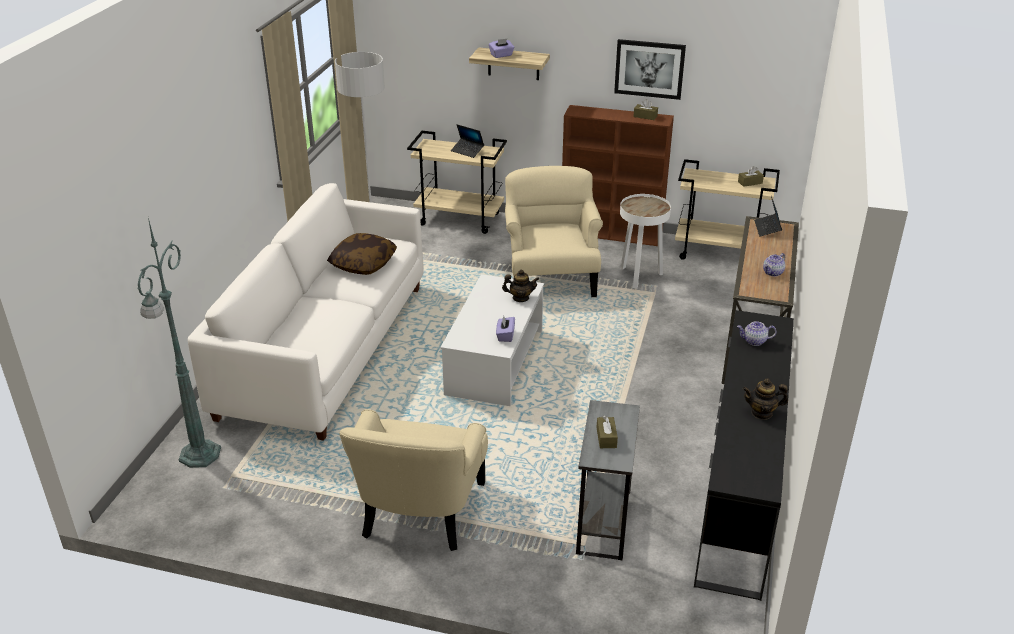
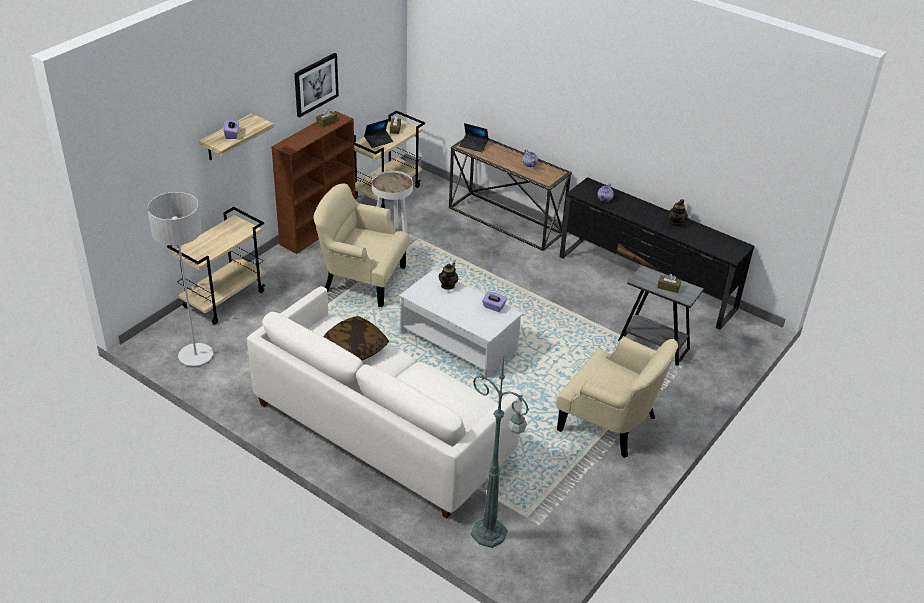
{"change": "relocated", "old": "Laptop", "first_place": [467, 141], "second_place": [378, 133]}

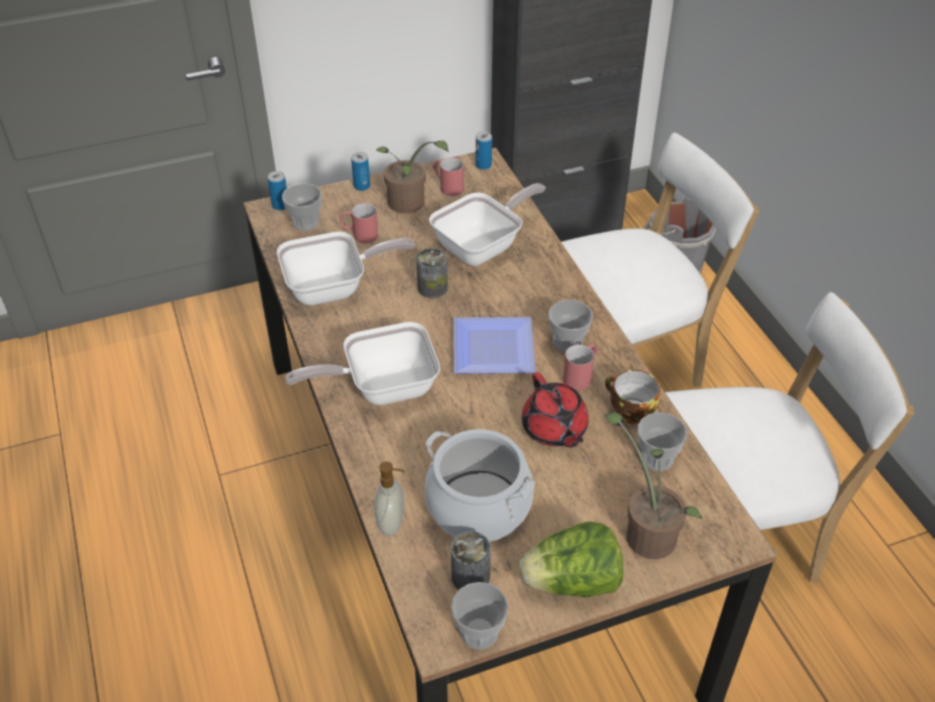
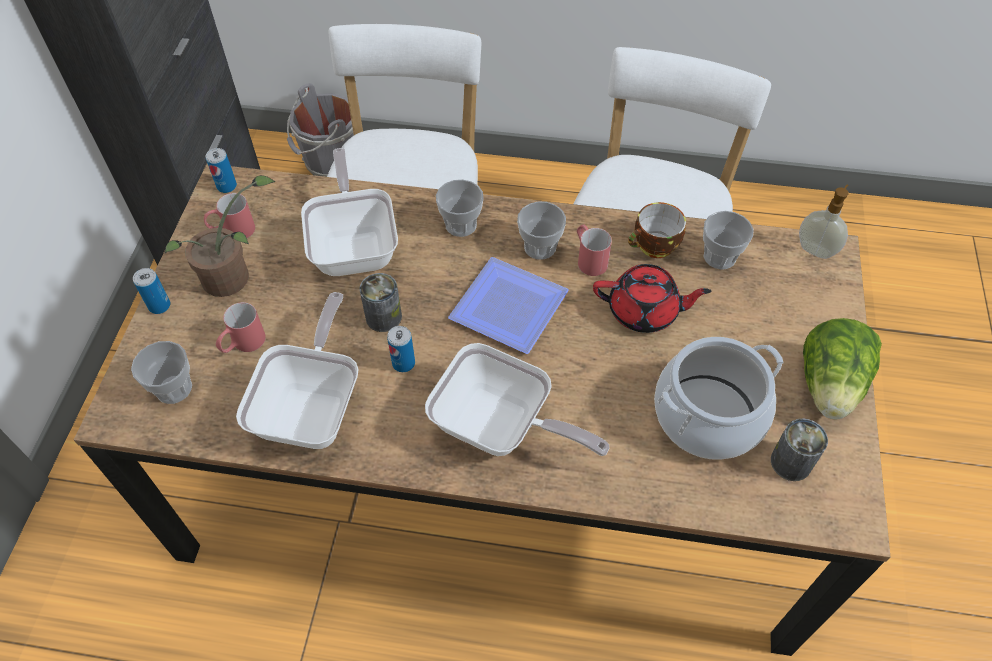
{"change": "relocated", "old": "Can", "first_place": [277, 190], "second_place": [401, 349]}
{"change": "spun", "old": "FryingPan", "first_place": [362, 363], "second_place": [517, 399], "degrees": -75}
{"change": "relocated", "old": "SoapDispenser", "first_place": [389, 499], "second_place": [824, 222]}
{"change": "relocated", "old": "Cup", "first_place": [480, 616], "second_place": [460, 208]}
{"change": "missing", "old": "PottedPlant", "first_place": [653, 486]}

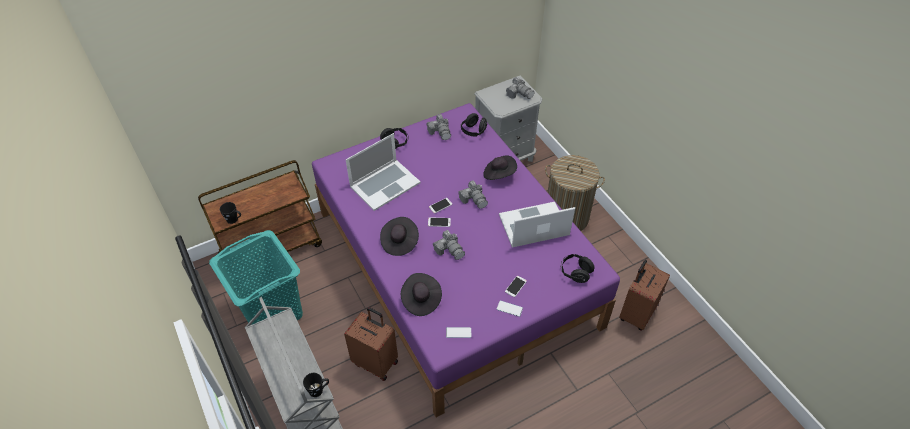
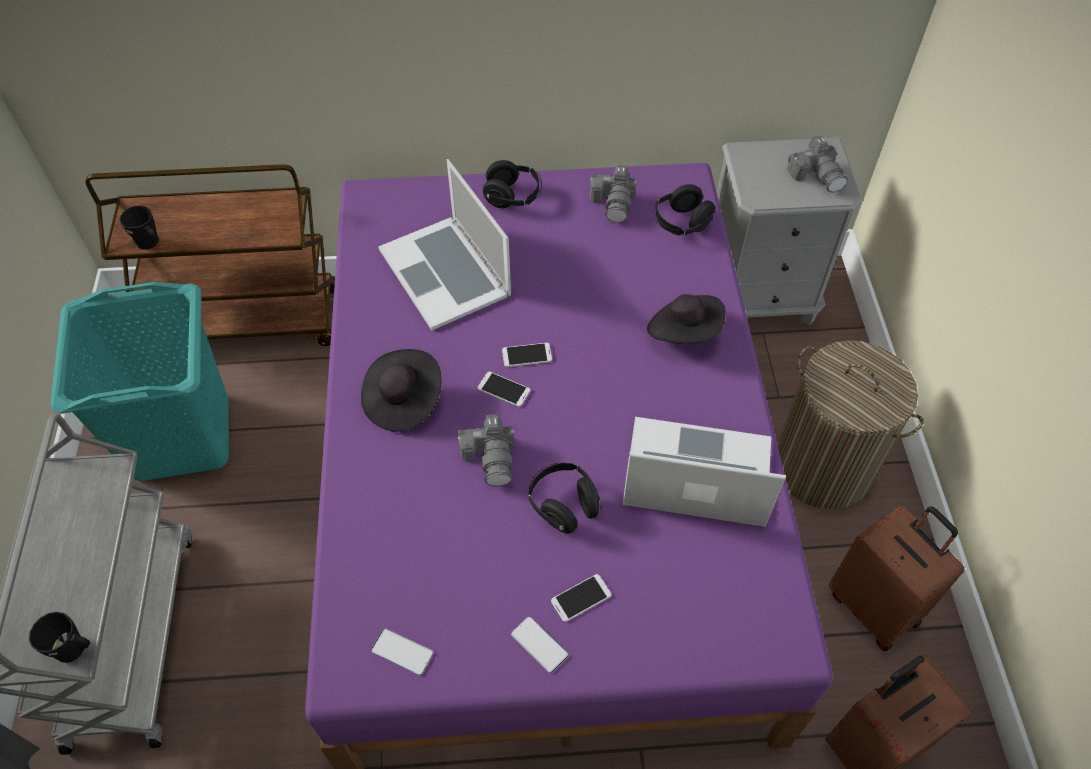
{"change": "relocated", "old": "BrownSuitcase", "first_place": [371, 344], "second_place": [897, 578]}
{"change": "spun", "old": "Laptop", "first_place": [383, 172], "second_place": [444, 245], "degrees": 75}
{"change": "missing", "old": "BlackHat", "first_place": [421, 294]}
{"change": "missing", "old": "PhotoCamera", "first_place": [473, 194]}
{"change": "relocated", "old": "BlackHeadphones", "first_place": [578, 268], "second_place": [565, 498]}

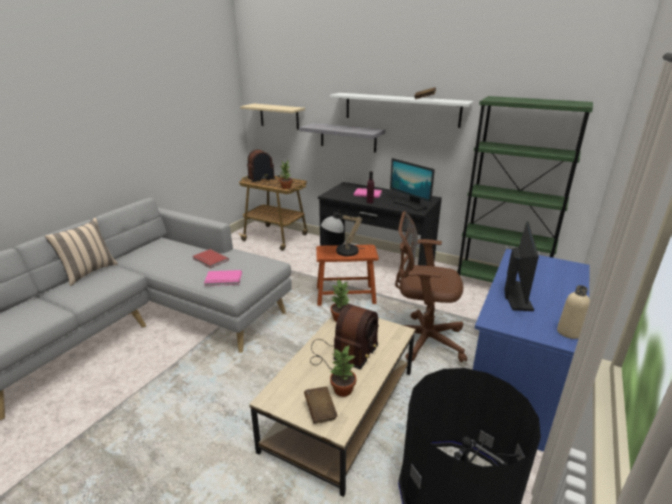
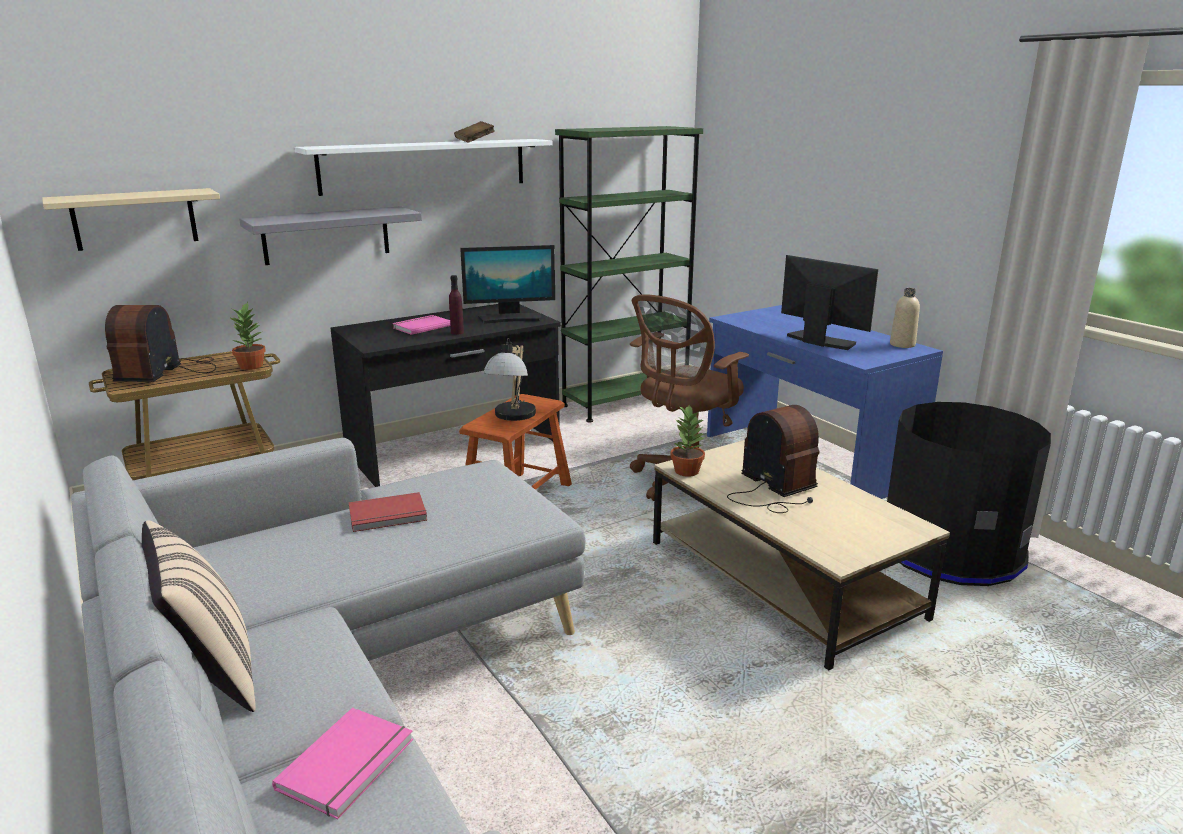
{"change": "relocated", "old": "PinkBook", "first_place": [223, 278], "second_place": [342, 763]}
{"change": "missing", "old": "BrownBook", "first_place": [321, 405]}
{"change": "missing", "old": "PottedPlant", "first_place": [343, 371]}

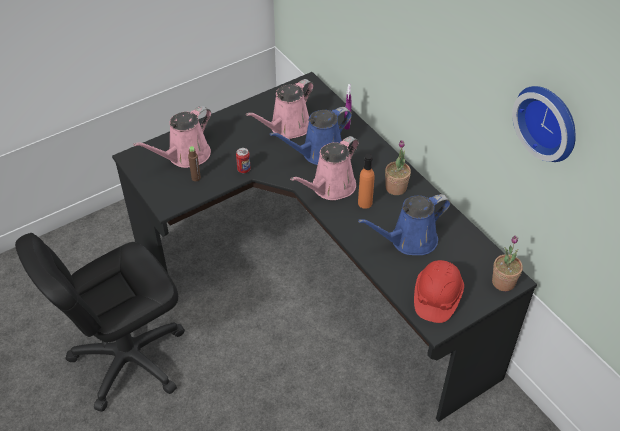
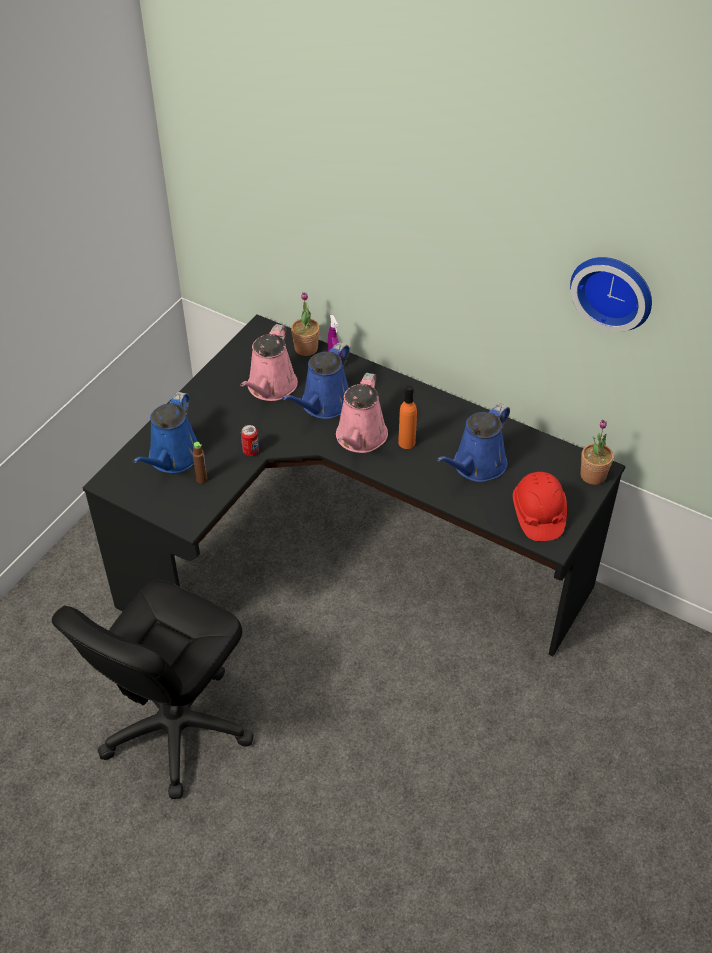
{"change": "colour", "old": "PinkWateringCan", "new": "BlueWateringCan", "first_place": [172, 137], "second_place": [165, 432]}
{"change": "relocated", "old": "PottedPlant", "first_place": [398, 167], "second_place": [305, 324]}

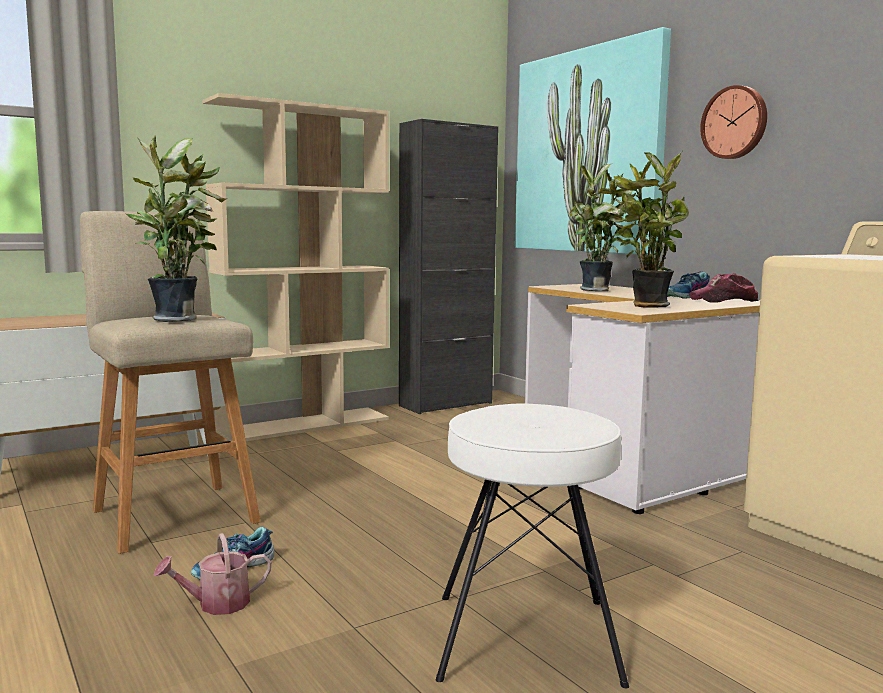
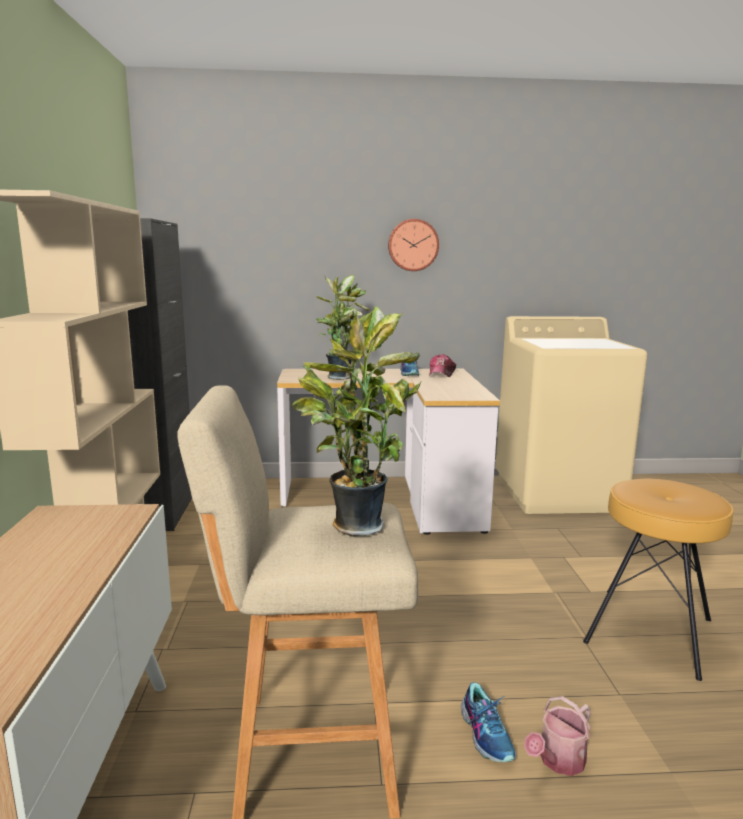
{"change": "spun", "old": "WateringCan", "first_place": [212, 574], "second_place": [557, 736], "degrees": 45}
{"change": "colour", "old": "WhiteStool", "new": "BrownStool", "first_place": [532, 545], "second_place": [658, 580]}
{"change": "missing", "old": "Picture", "first_place": [593, 141]}
{"change": "missing", "old": "PottedPlant", "first_place": [651, 229]}

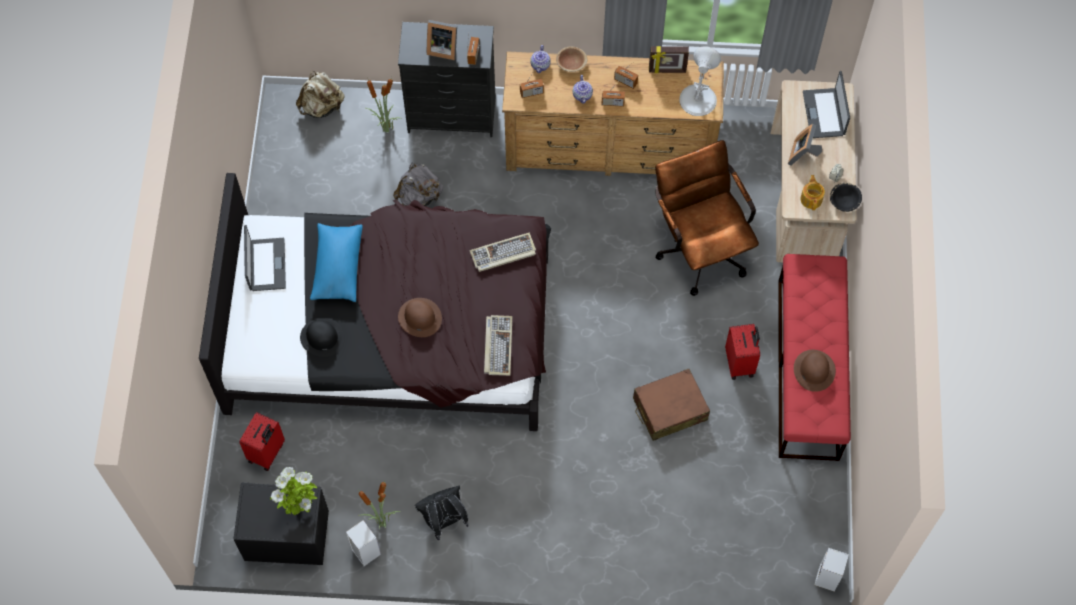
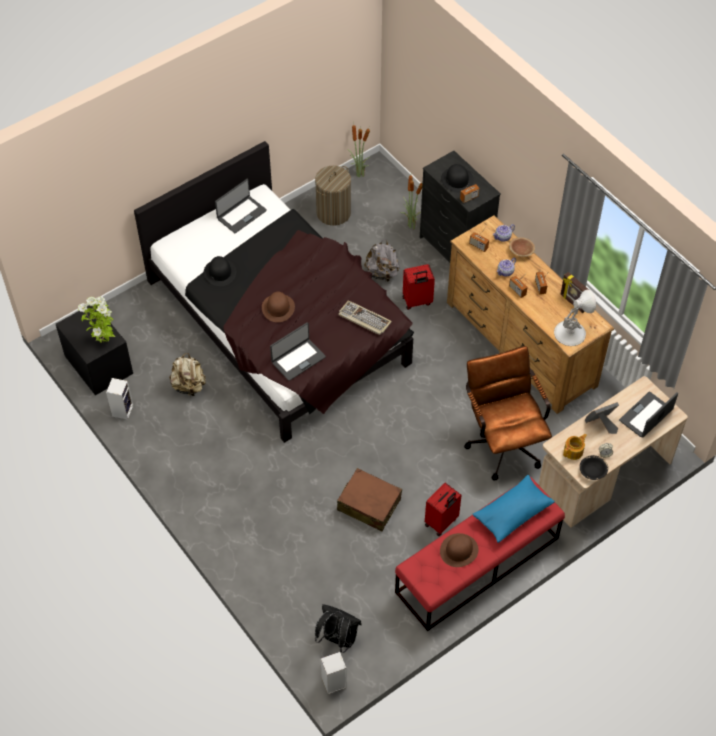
{"change": "relocated", "old": "RedSuitcase", "first_place": [262, 441], "second_place": [419, 287]}
{"change": "relocated", "old": "BeigeBackpack", "first_place": [320, 94], "second_place": [187, 375]}
{"change": "relocated", "old": "BluePillow", "first_place": [336, 262], "second_place": [514, 509]}
{"change": "relocated", "old": "PottedPlant", "first_place": [379, 505], "second_place": [358, 151]}
{"change": "relocated", "old": "BlackBackpack", "first_place": [442, 512], "second_place": [338, 628]}
{"change": "exchanged", "old": "PictureFrame", "new": "BlackHat", "first_place": [442, 40], "second_place": [457, 178]}
{"change": "exchanged", "old": "Keyboard", "new": "Laptop", "first_place": [498, 345], "second_place": [298, 351]}
{"change": "spun", "old": "BrownOfficeChair", "first_place": [707, 218], "second_place": [508, 413], "degrees": -45}
{"change": "appeared", "new": "LaundryBasket", "second_place": [333, 196]}

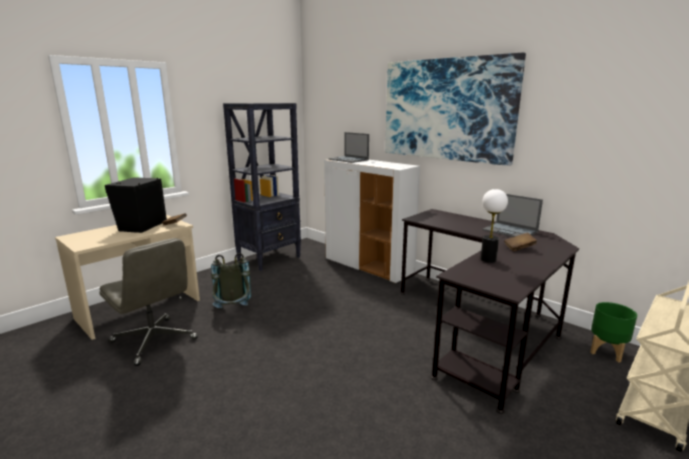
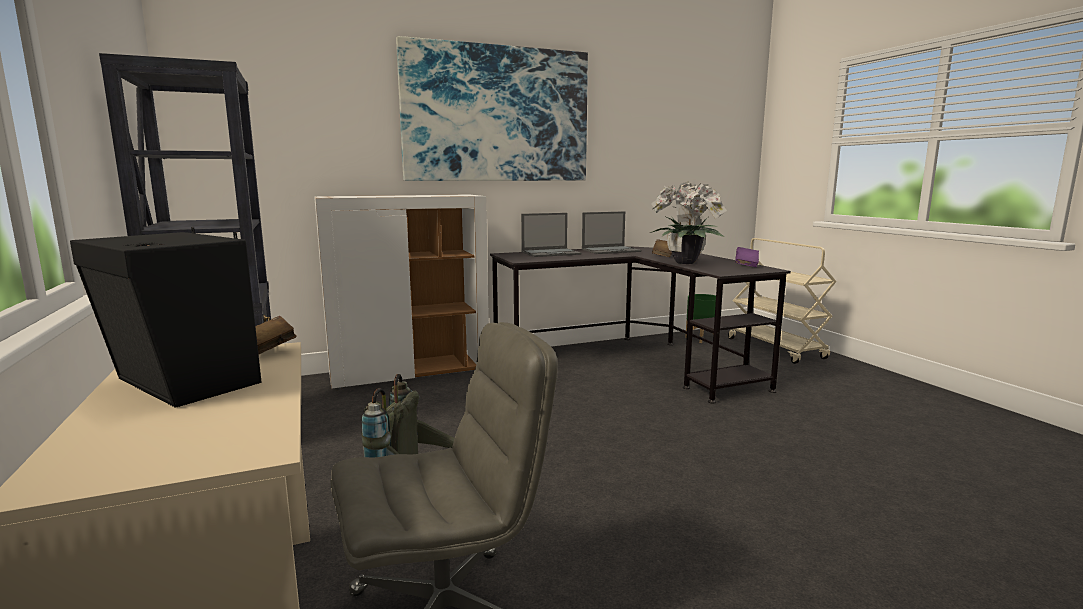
{"change": "relocated", "old": "Laptop", "first_place": [348, 147], "second_place": [551, 235]}
{"change": "exchanged", "old": "TableLamp", "new": "PottedPlant", "first_place": [494, 226], "second_place": [688, 222]}
{"change": "appeared", "new": "PurpleBook", "second_place": [747, 257]}

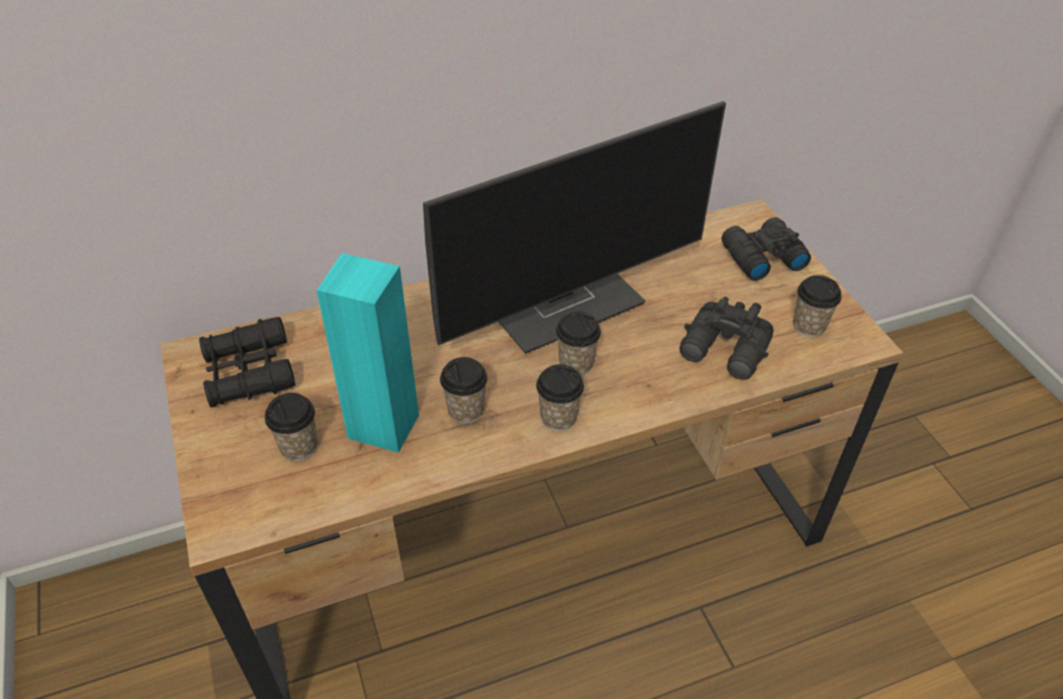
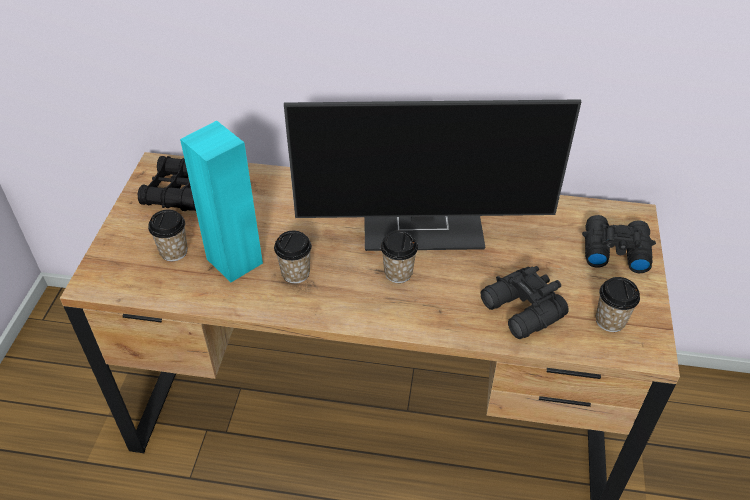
{"change": "missing", "old": "Cup", "first_place": [560, 397]}

